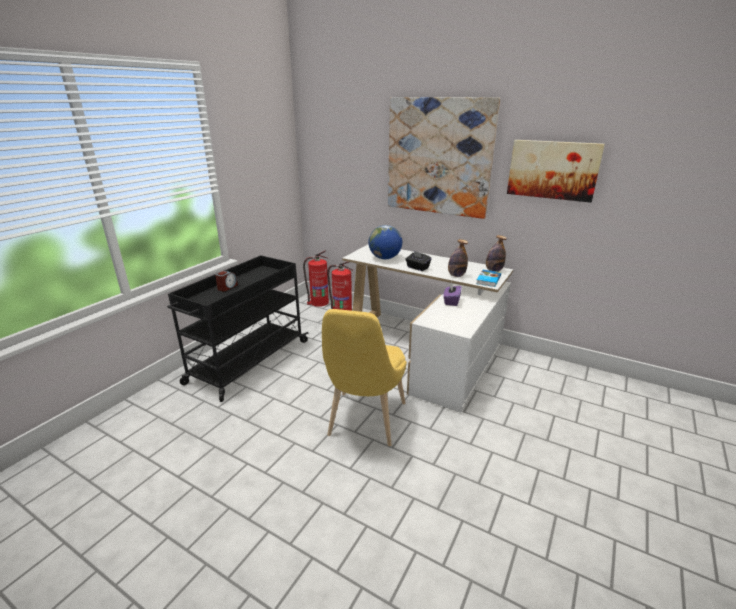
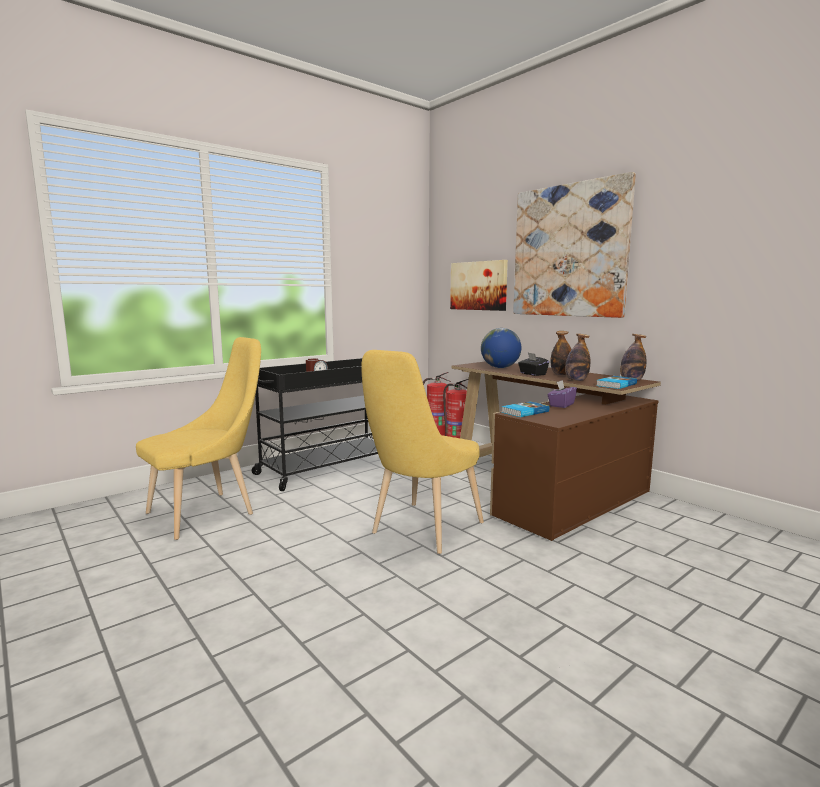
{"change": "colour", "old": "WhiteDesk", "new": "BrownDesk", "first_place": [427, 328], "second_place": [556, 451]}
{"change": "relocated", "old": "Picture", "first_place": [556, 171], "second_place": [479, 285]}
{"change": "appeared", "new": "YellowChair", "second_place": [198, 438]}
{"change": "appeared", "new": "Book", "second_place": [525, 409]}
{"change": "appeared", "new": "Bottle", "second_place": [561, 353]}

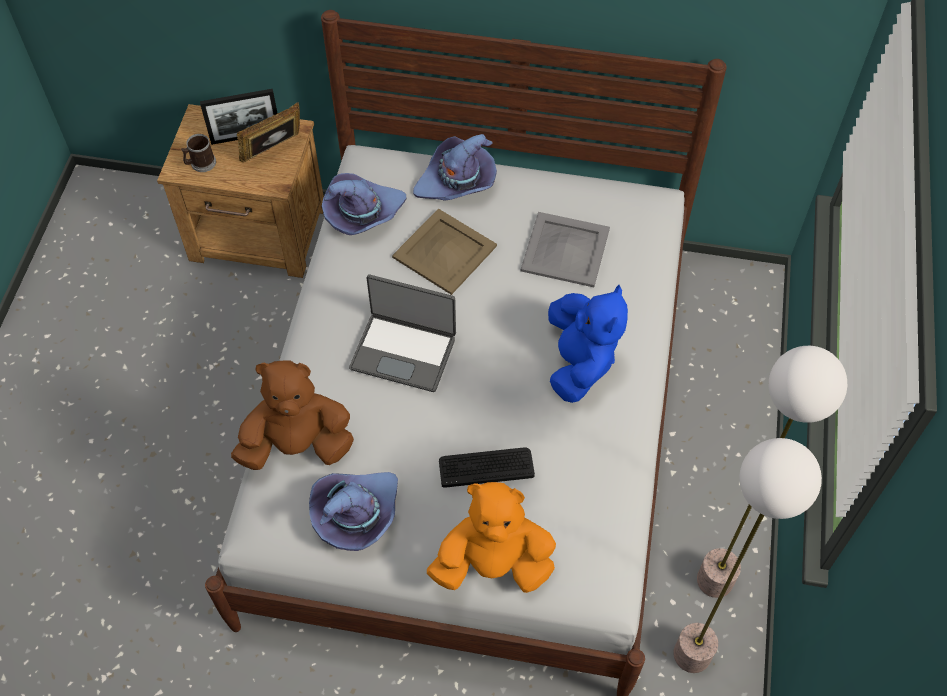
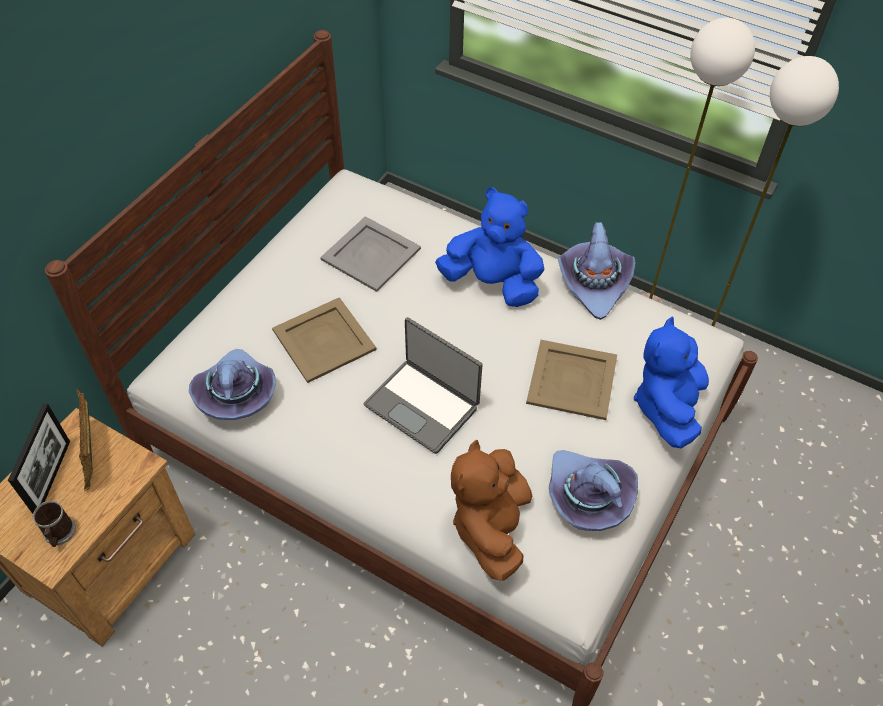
{"change": "spun", "old": "Laptop", "first_place": [402, 333], "second_place": [423, 385], "degrees": 90}
{"change": "relocated", "old": "PurpleHat", "first_place": [455, 167], "second_place": [597, 271]}
{"change": "colour", "old": "OrangePlushToy", "new": "BluePlushToy", "first_place": [491, 537], "second_place": [671, 382]}
{"change": "exchanged", "old": "Keyboard", "new": "BeigeTray", "first_place": [487, 467], "second_place": [571, 380]}

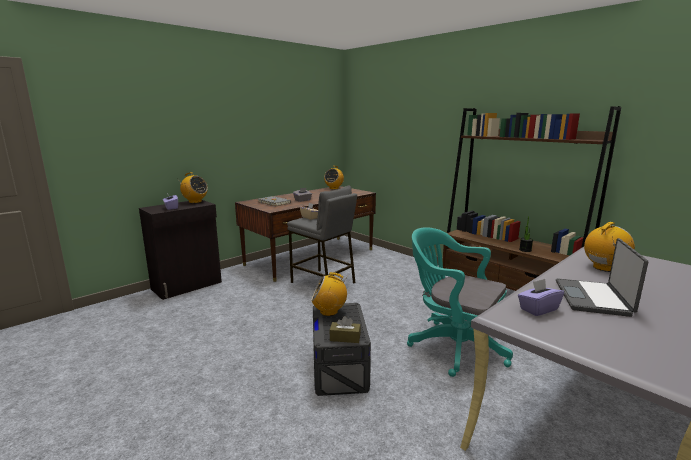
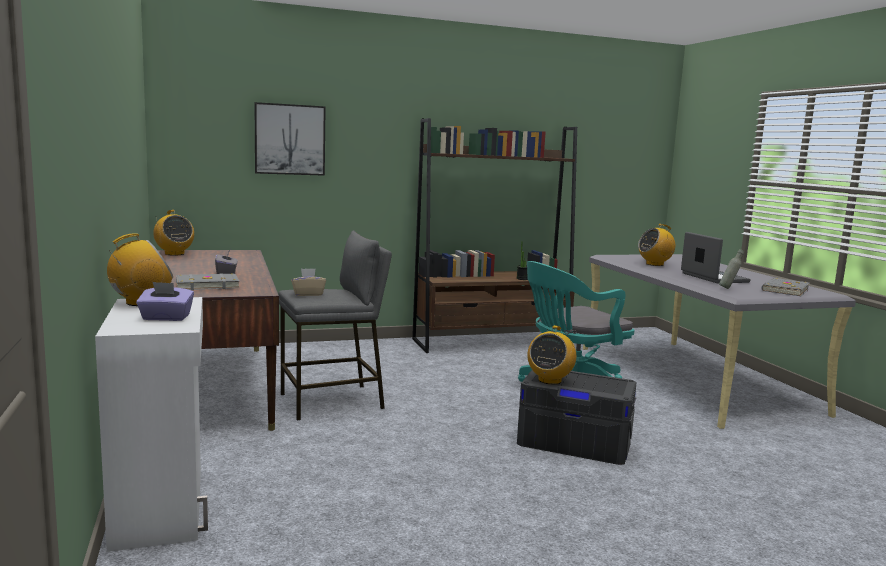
{"change": "colour", "old": "BlackCabinet", "new": "WhiteCabinet", "first_place": [180, 250], "second_place": [151, 424]}
{"change": "missing", "old": "BrownTissueBox", "first_place": [345, 329]}
{"change": "exchanged", "old": "PurpleTissueBox", "new": "GreyBottle", "first_place": [541, 297], "second_place": [731, 269]}
{"change": "spun", "old": "Laptop", "first_place": [602, 277], "second_place": [716, 257], "degrees": -150}
{"change": "spun", "old": "Radio", "first_place": [609, 247], "second_place": [656, 245], "degrees": -105}
{"change": "appeared", "new": "Picture", "second_place": [290, 139]}
{"change": "appeared", "new": "GreyBook", "second_place": [785, 287]}

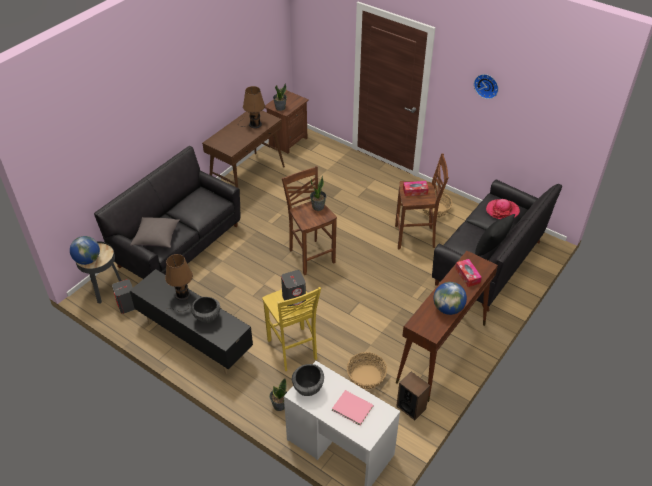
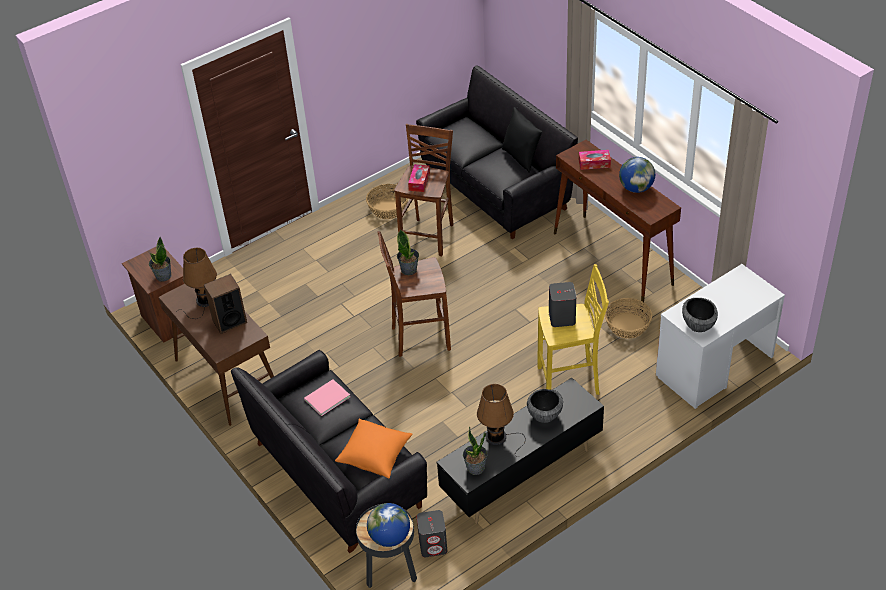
{"change": "colour", "old": "GreyPillow", "new": "OrangePillow", "first_place": [155, 232], "second_place": [374, 448]}
{"change": "relocated", "old": "PottedPlant", "first_place": [278, 394], "second_place": [475, 451]}
{"change": "relocated", "old": "PinkBook", "first_place": [353, 408], "second_place": [327, 397]}
{"change": "relocated", "old": "Speaker", "first_place": [413, 396], "second_place": [225, 304]}
{"change": "missing", "old": "WallClock", "first_place": [486, 86]}
{"change": "missing", "old": "Hat", "first_place": [503, 209]}

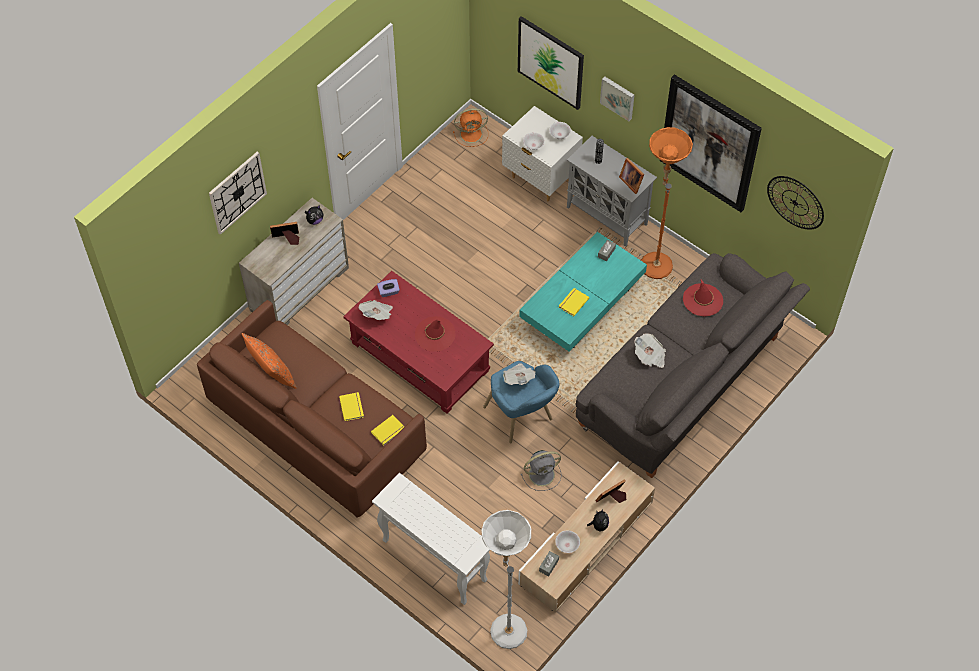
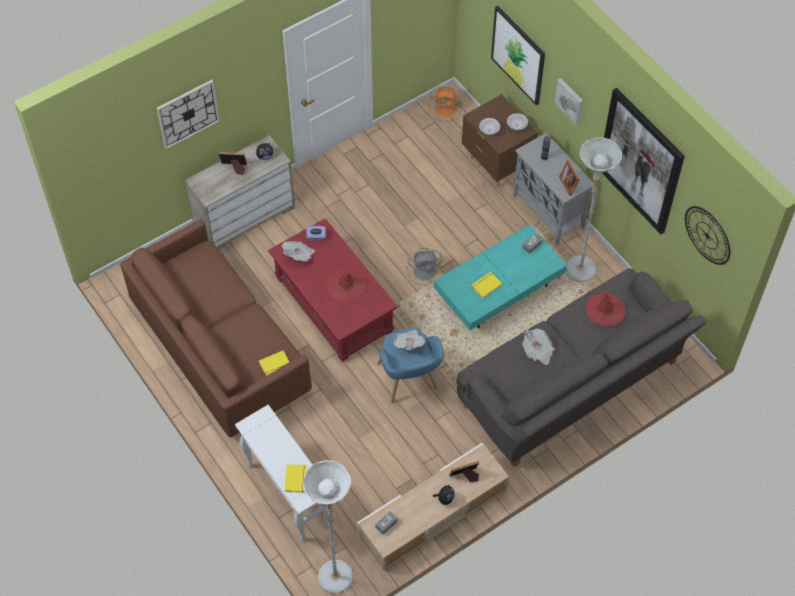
{"change": "missing", "old": "OrangePillow", "first_place": [269, 361]}
{"change": "relocated", "old": "YellowBook", "first_place": [351, 406], "second_place": [296, 478]}
{"change": "colour", "old": "WhiteNightstand", "new": "BrownNightstand", "first_place": [542, 154], "second_place": [500, 140]}
{"change": "relocated", "old": "GreyFan", "first_place": [540, 470], "second_place": [424, 266]}
{"change": "missing", "old": "WhiteBowl", "first_place": [567, 541]}
{"change": "colour", "old": "OrangeFloorLamp", "new": "GreyFloorLamp", "first_place": [667, 203], "second_place": [594, 209]}

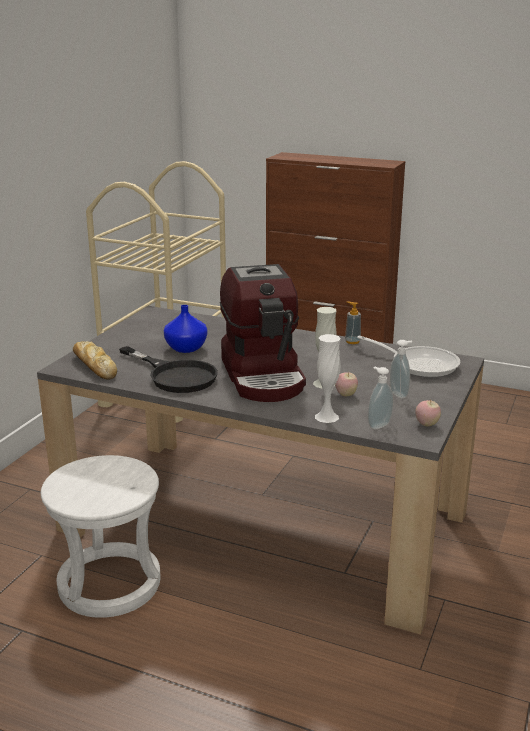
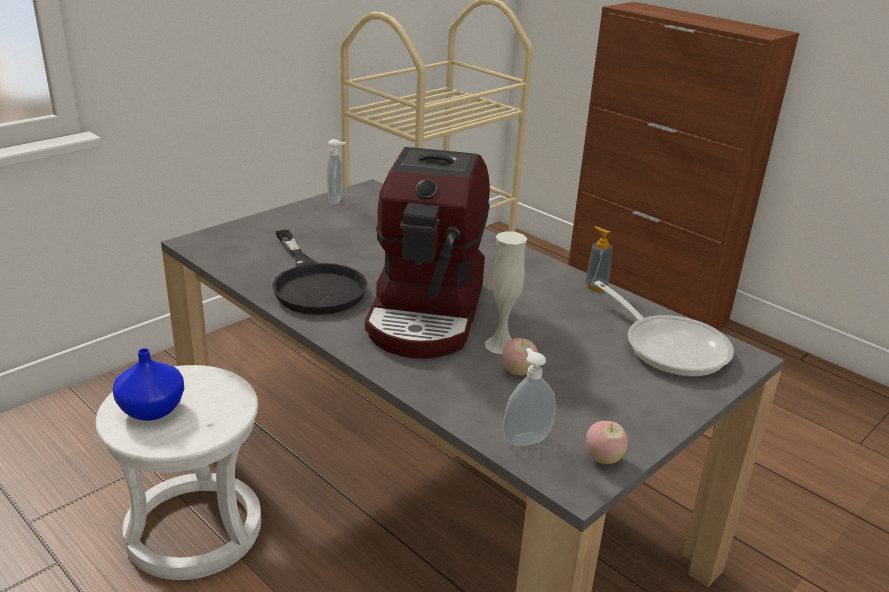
{"change": "missing", "old": "Bread", "first_place": [95, 360]}
{"change": "relocated", "old": "BlueVase", "first_place": [186, 329], "second_place": [148, 384]}
{"change": "missing", "old": "WhiteVase", "first_place": [328, 378]}
{"change": "relocated", "old": "SoapDispenser", "first_place": [401, 369], "second_place": [336, 172]}

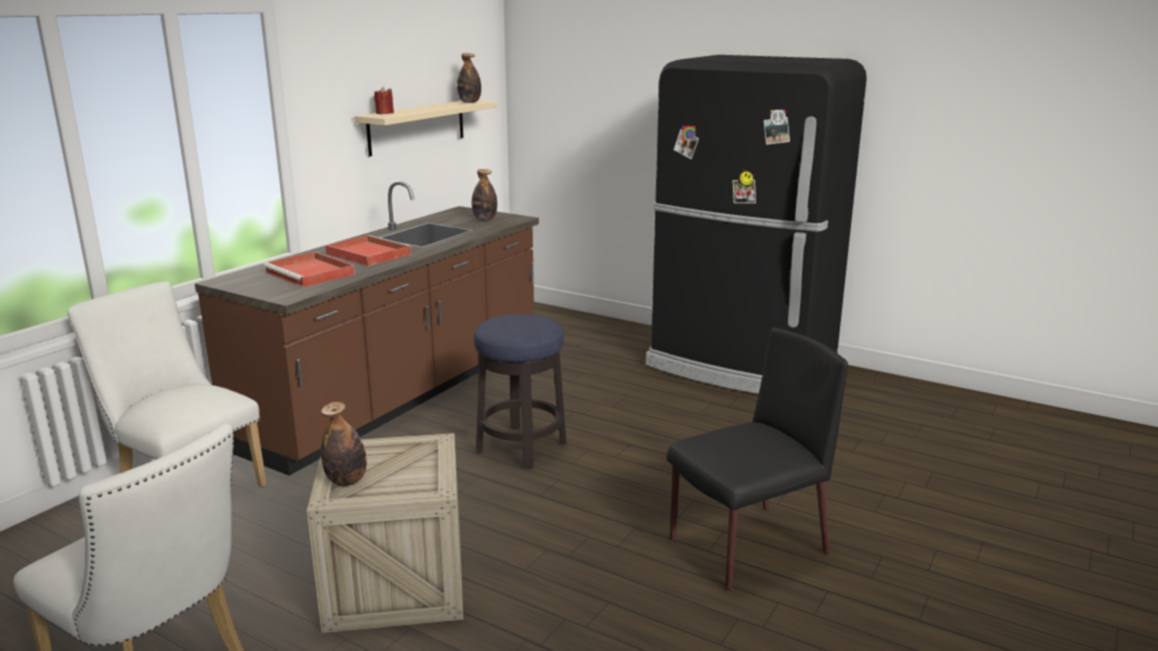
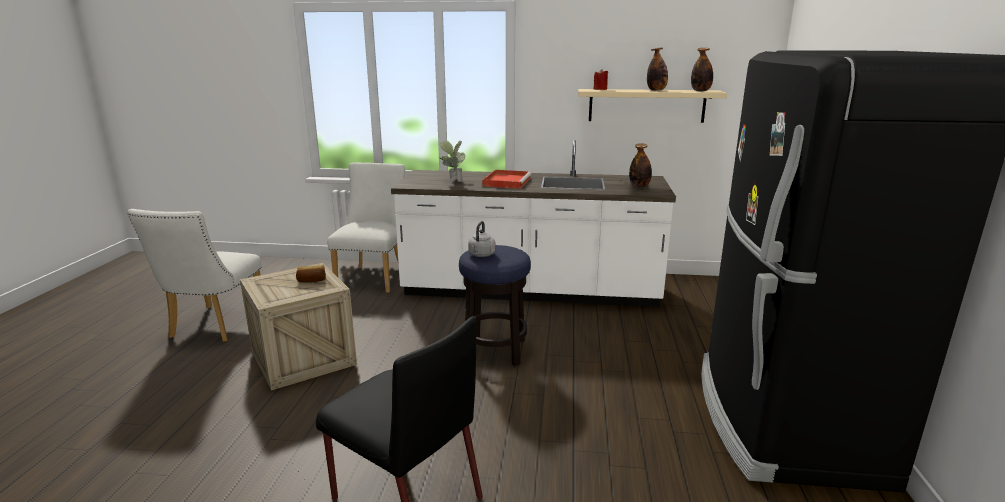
{"change": "colour", "old": "BrownCounter", "new": "WhiteCounter", "first_place": [367, 328], "second_place": [533, 223]}
{"change": "exchanged", "old": "RedTray", "new": "PottedPlant", "first_place": [309, 269], "second_place": [452, 161]}
{"change": "relocated", "old": "Bottle", "first_place": [344, 444], "second_place": [657, 69]}
{"change": "appeared", "new": "Bread", "second_place": [311, 274]}
{"change": "appeared", "new": "GreyKettle", "second_place": [482, 239]}

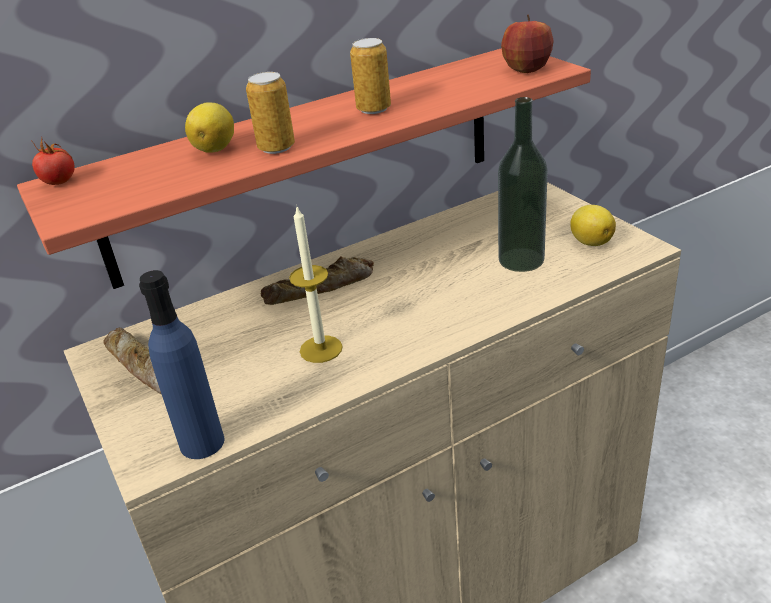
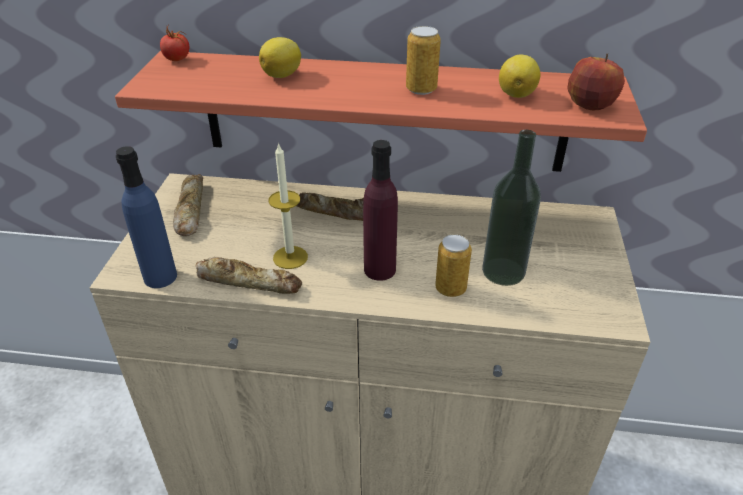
{"change": "relocated", "old": "Can", "first_place": [270, 113], "second_place": [453, 265]}
{"change": "relocated", "old": "Lemon", "first_place": [593, 225], "second_place": [520, 76]}
{"change": "appeared", "new": "Bread", "second_place": [249, 275]}
{"change": "appeared", "new": "PurpleBottle", "second_place": [380, 210]}

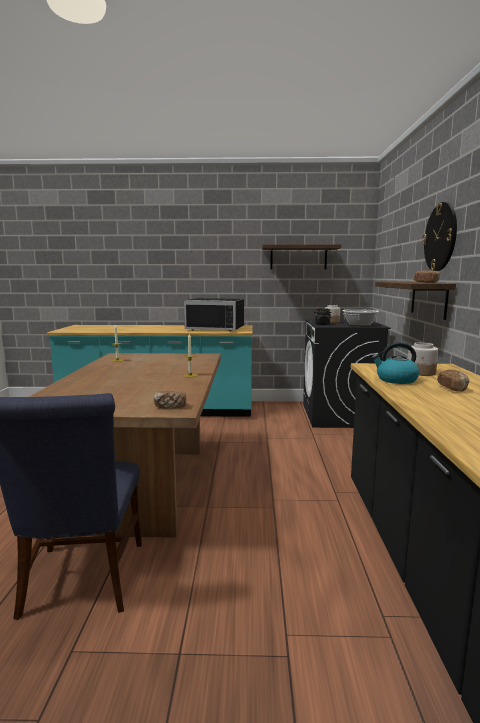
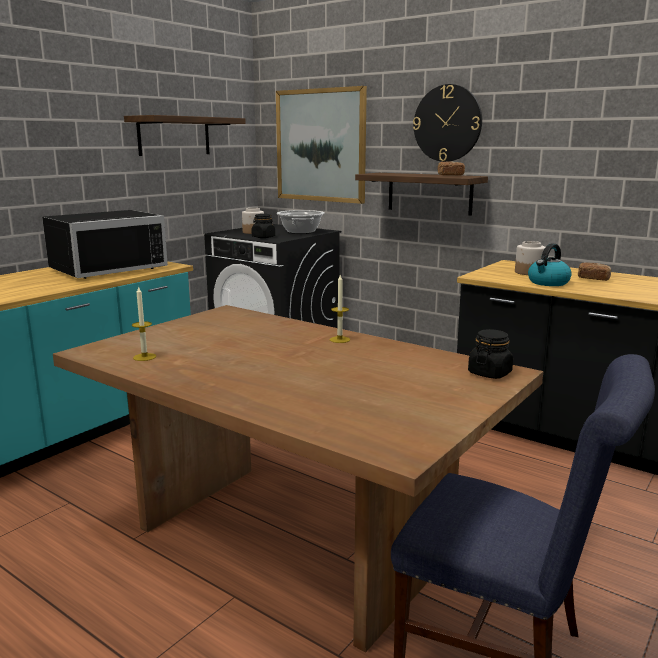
{"change": "exchanged", "old": "Bread", "new": "BlackJar", "first_place": [170, 400], "second_place": [490, 354]}
{"change": "appeared", "new": "Picture", "second_place": [321, 145]}

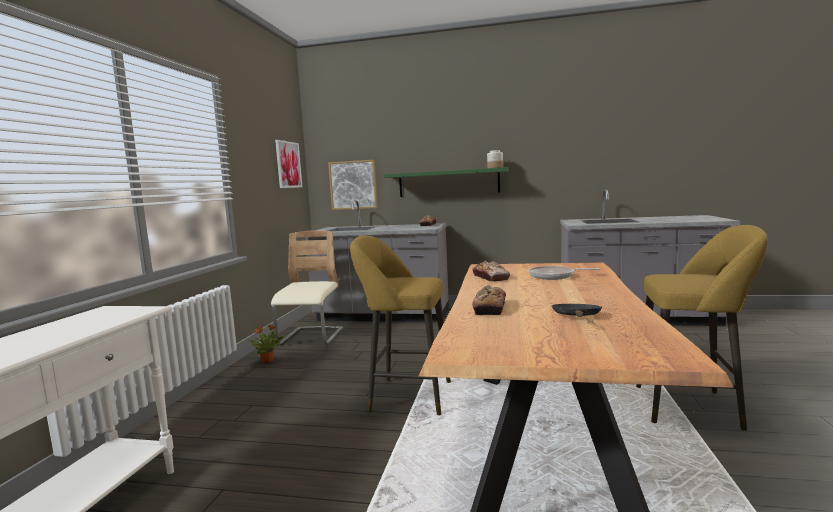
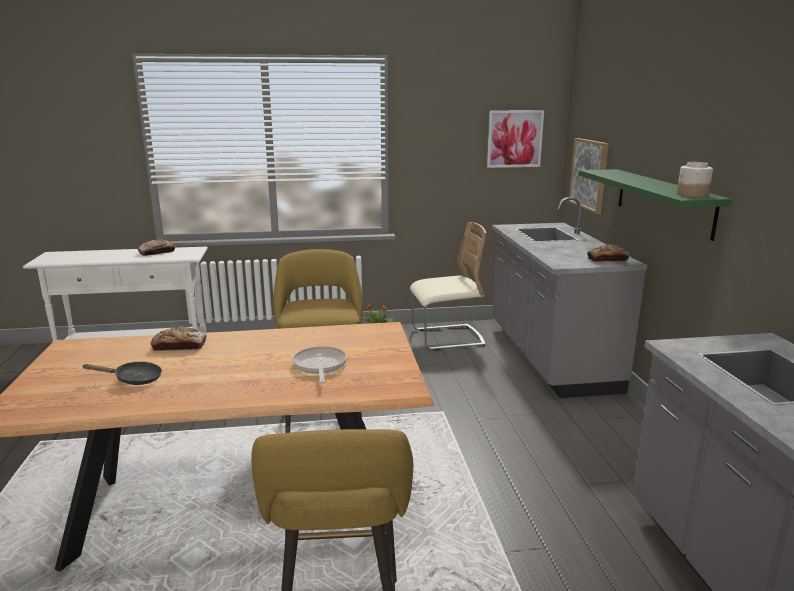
{"change": "relocated", "old": "Bread", "first_place": [491, 271], "second_place": [156, 247]}

